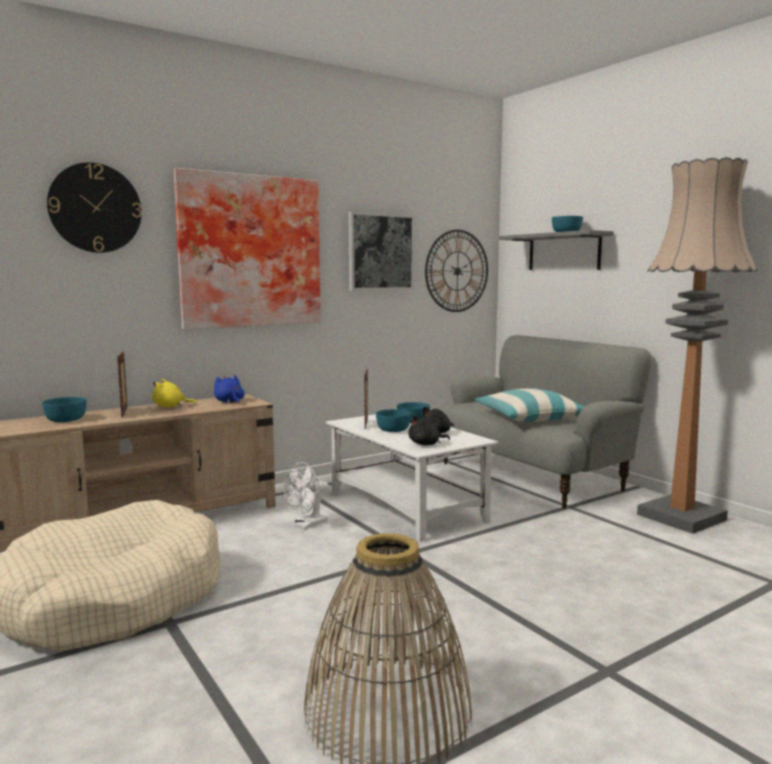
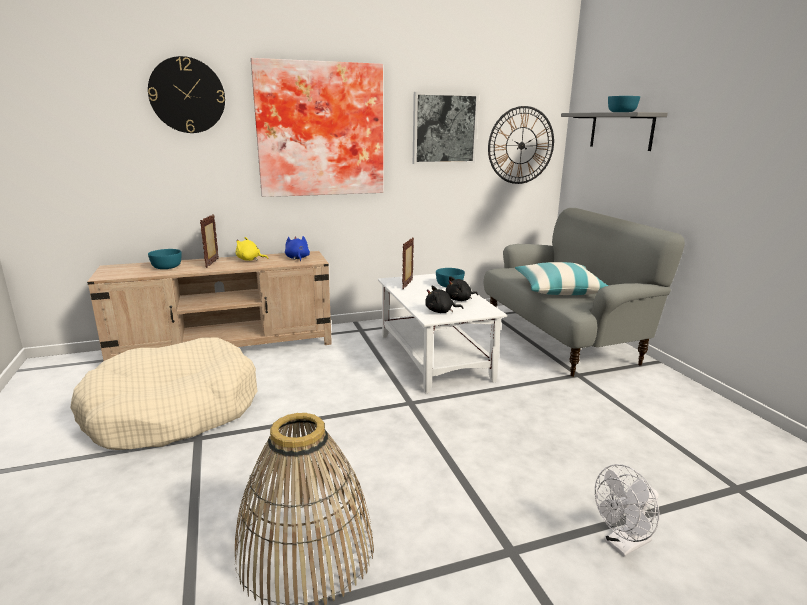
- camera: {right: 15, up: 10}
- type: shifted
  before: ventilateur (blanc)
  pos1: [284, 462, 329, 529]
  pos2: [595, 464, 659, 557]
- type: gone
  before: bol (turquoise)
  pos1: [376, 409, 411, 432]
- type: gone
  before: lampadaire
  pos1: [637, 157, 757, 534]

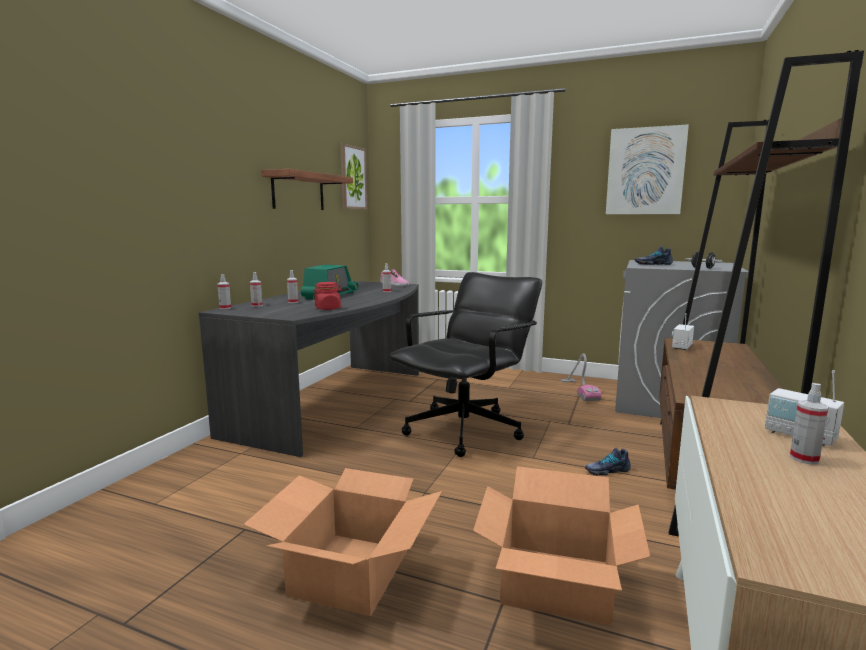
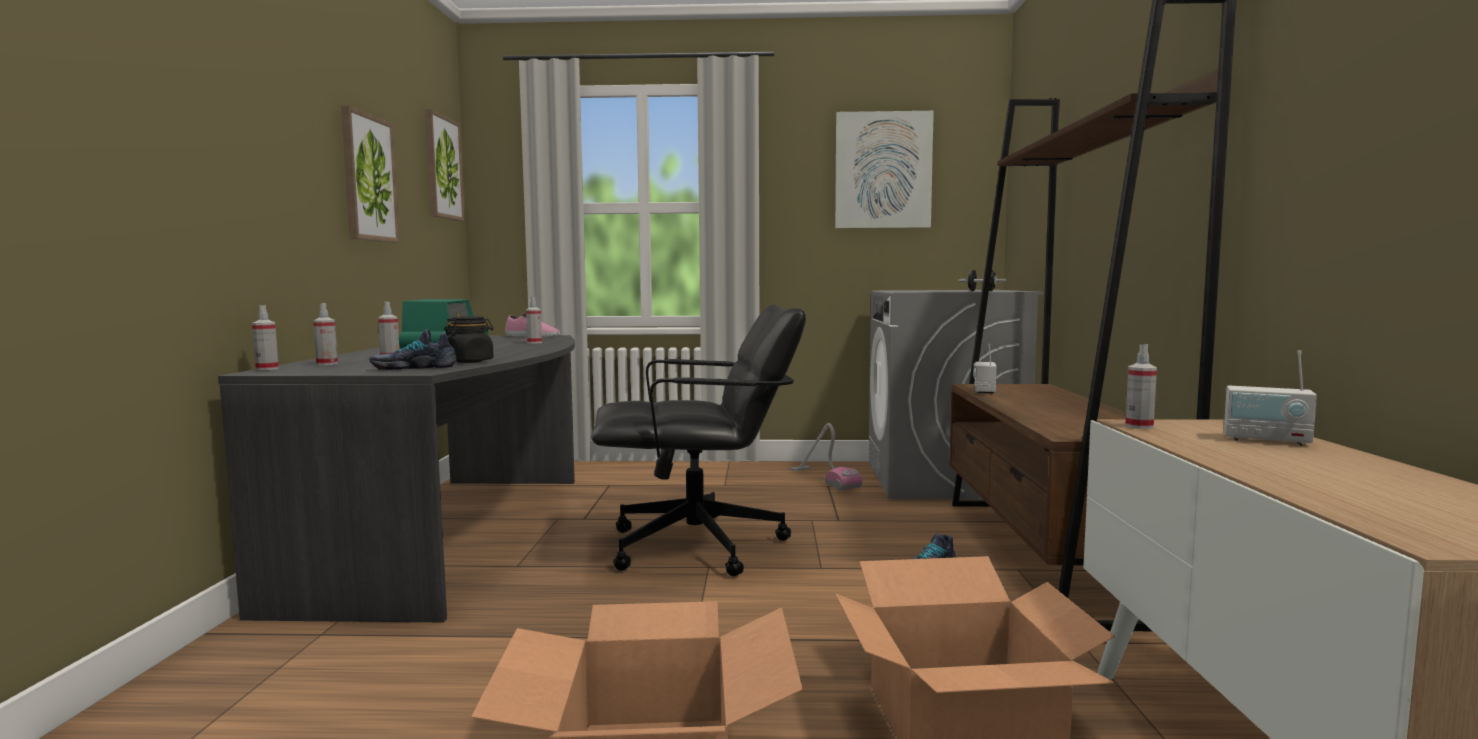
- camera: {right: -20, up: -5}
- type: swapped
  before: étagère
  after: tableau
  pos1: [261, 169, 353, 210]
  pos2: [341, 105, 400, 243]
- type: shifted
  before: chaussure
  pos1: [635, 246, 673, 265]
  pos2: [370, 329, 457, 370]
- type: repainted
  before: bocal (rouge)
  after: bocal (noir)
  pos1: [313, 282, 342, 310]
  pos2: [444, 316, 494, 363]
- type: rotated
  before: chaise de bureau (noir)
  pos1: [389, 272, 542, 457]
  pos2: [591, 304, 806, 576]
  turn: 60
- type: shifted
  before: vaporisateur
  pos1: [790, 383, 829, 465]
  pos2: [1125, 344, 1157, 429]

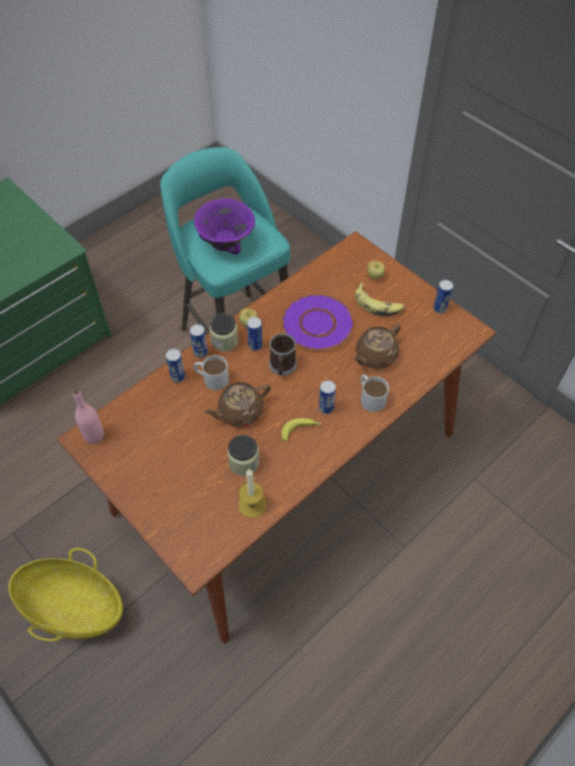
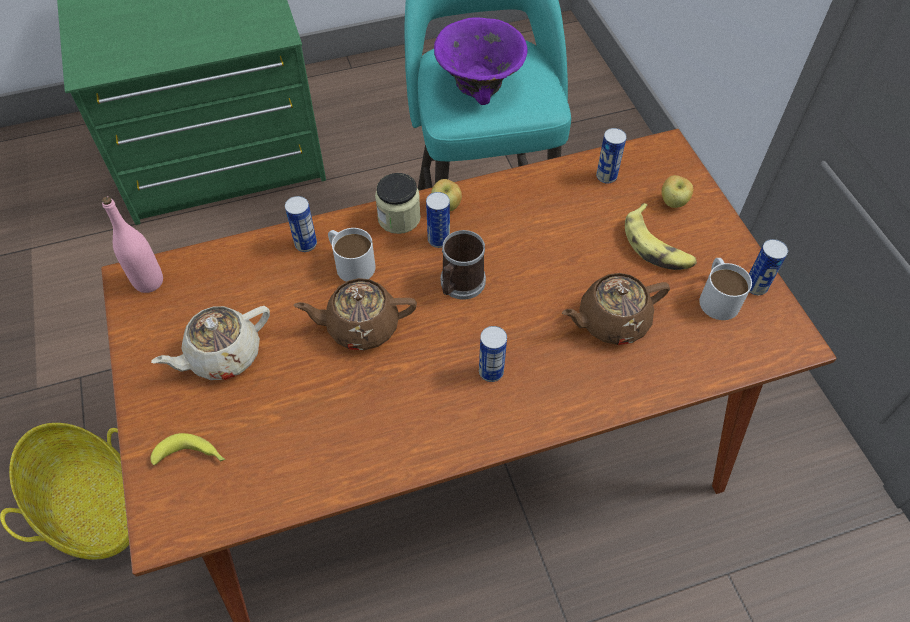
- camera: {right: 25, up: 0}
- type: shifted
  before: banane
  pos1: [281, 418, 322, 441]
  pos2: [150, 433, 225, 465]
- type: new
  after: théière (beige)
  pos2: [151, 306, 270, 380]
- type: shifted
  before: boîte métallique
  pos1: [190, 324, 208, 358]
  pos2: [596, 128, 627, 183]
- type: shifted
  before: mug (blanc)
  pos1: [360, 375, 389, 412]
  pos2: [699, 258, 752, 320]
- type: gone
  before: bocal
  pos1: [227, 435, 260, 476]
- type: gone
  before: bougie
  pos1: [238, 469, 266, 518]
- type: gone
  before: assiette (violet)
  pos1: [282, 294, 354, 351]

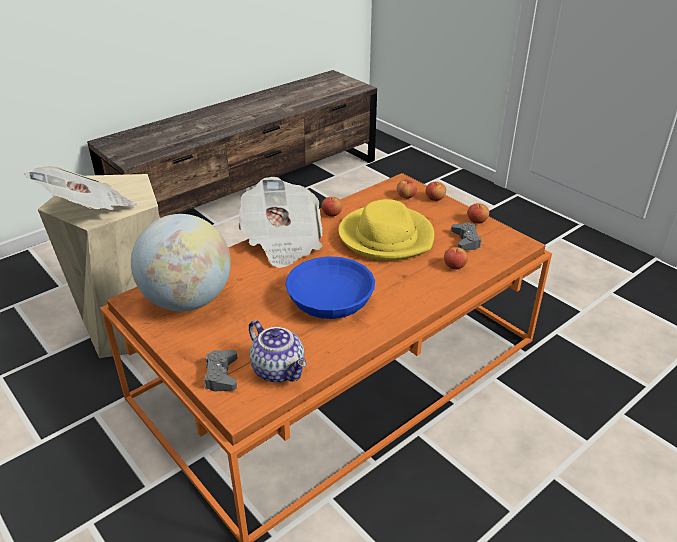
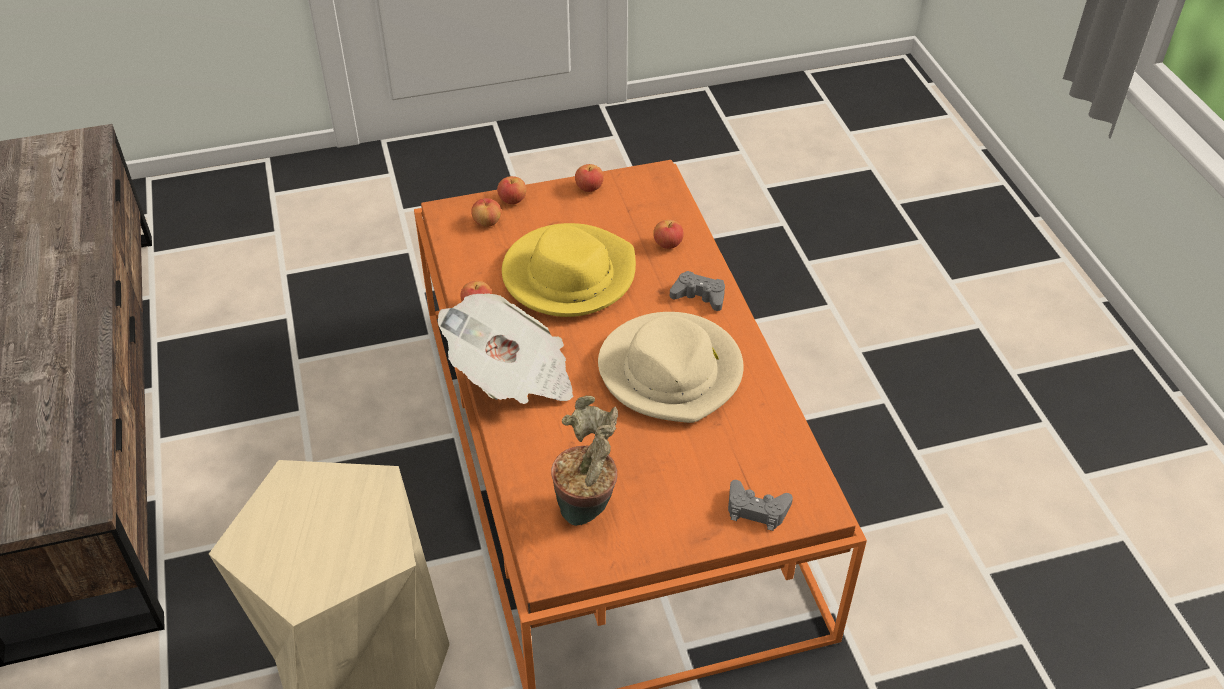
- camera: {right: -65, up: 10}
- type: swapped
  before: globe
  after: plante en pot
  pos1: [131, 214, 231, 311]
  pos2: [551, 396, 618, 526]
- type: swapped
  before: bol (bleu)
  after: chapeau (beige)
  pos1: [285, 256, 375, 319]
  pos2: [598, 312, 744, 423]
- type: shifted
  before: manette (gris)
  pos1: [451, 222, 482, 250]
  pos2: [670, 271, 725, 311]
- type: gone
  before: journal
  pos1: [24, 166, 137, 210]
- type: gone
  before: théière
  pos1: [249, 320, 307, 383]

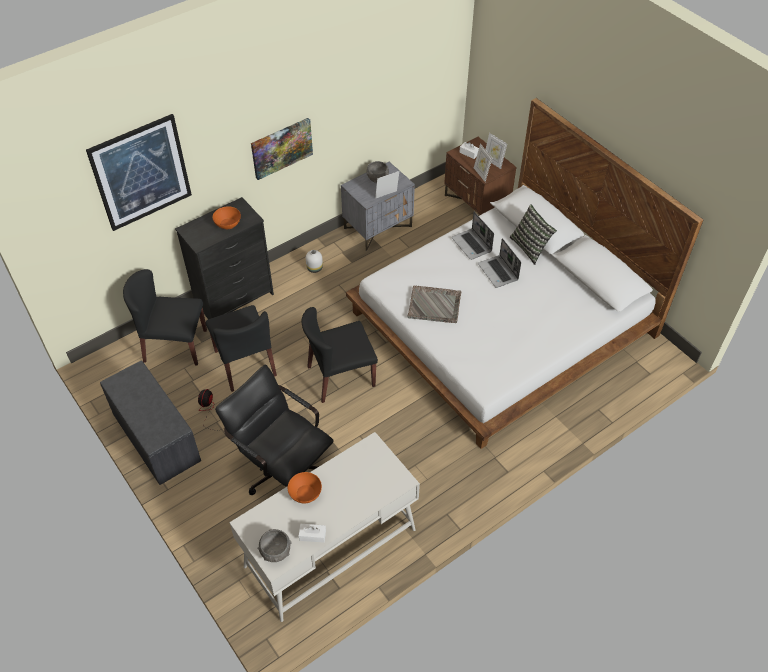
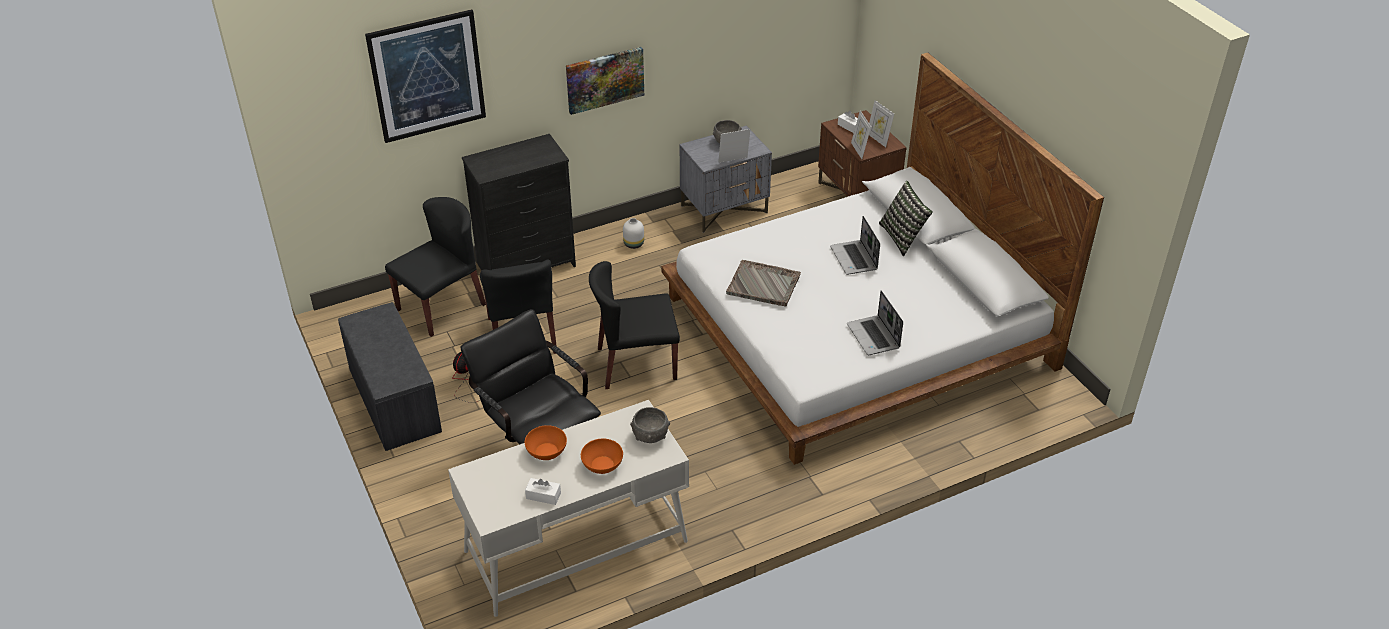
- camera: {right: 10, up: -10}
- type: rotated
  before: chaise (noir)
  pos1: [123, 269, 207, 366]
  pos2: [385, 197, 486, 337]
  turn: 120
- type: shifted
  before: bol (orange)
  pos1: [213, 206, 241, 229]
  pos2: [581, 439, 623, 474]
- type: shifted
  before: bol (gris)
  pos1: [258, 529, 292, 562]
  pos2: [630, 407, 670, 443]
- type: shifted
  before: ordinateur portable
  pos1: [452, 212, 494, 260]
  pos2: [847, 291, 903, 355]

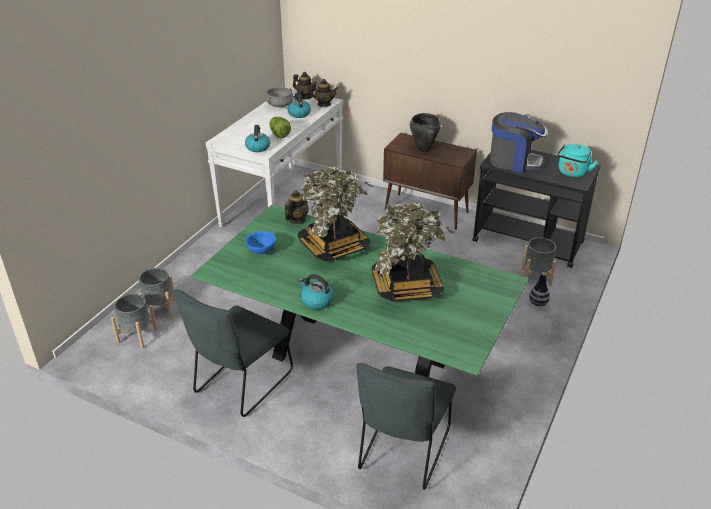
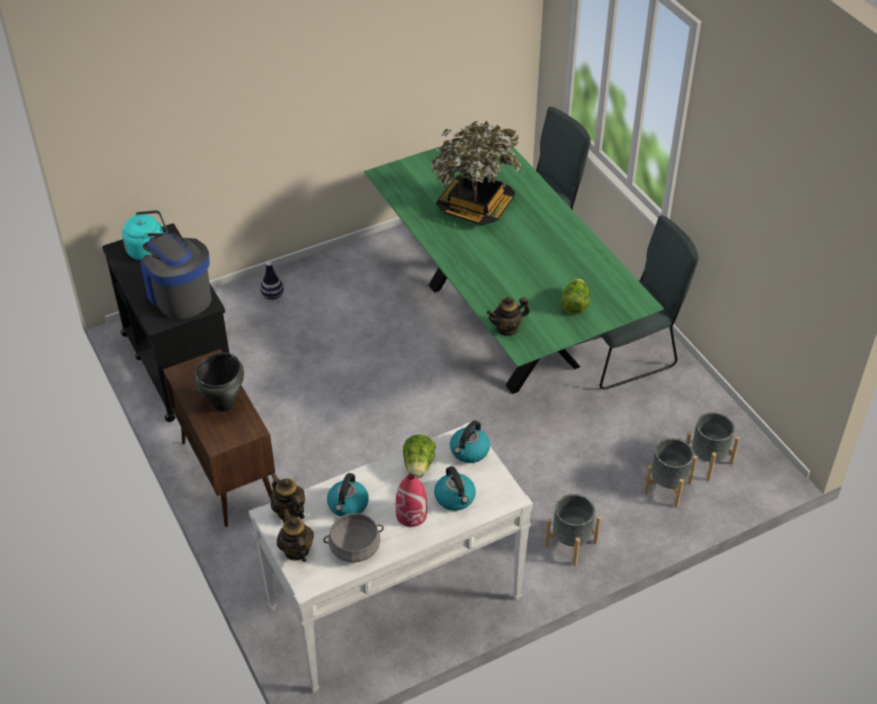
- camera: {right: -145, up: 10}
- type: new
  after: vase (rouge)
  pos2: [396, 474, 427, 527]
- type: shifted
  before: bouilloire
  pos1: [299, 274, 334, 309]
  pos2: [434, 466, 476, 511]
- type: shifted
  before: cache-pot (gris)
  pos1: [522, 237, 556, 286]
  pos2: [544, 494, 601, 566]
- type: swapped
  before: bol (bleu)
  after: laitue
  pos1: [245, 231, 276, 254]
  pos2: [561, 279, 590, 314]
- type: gone
  before: plante en pot
  pos1: [297, 166, 373, 262]

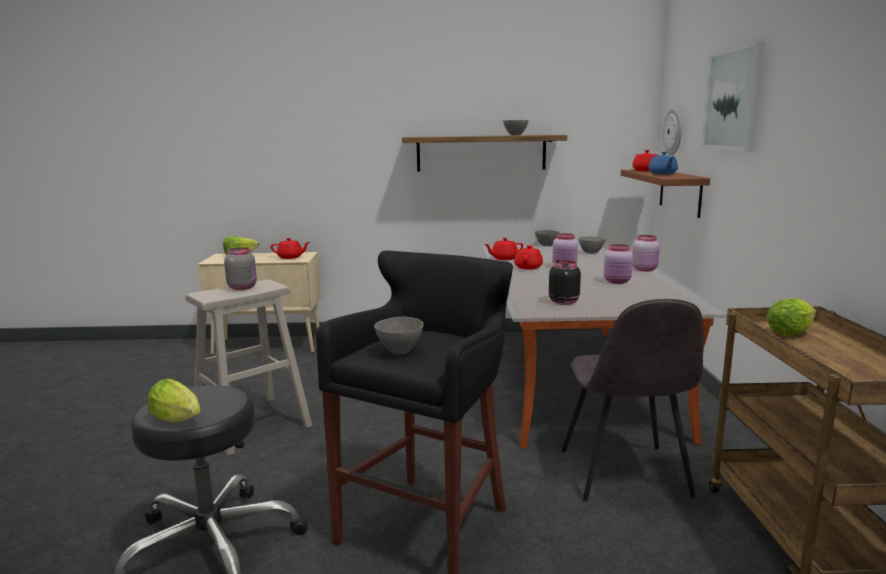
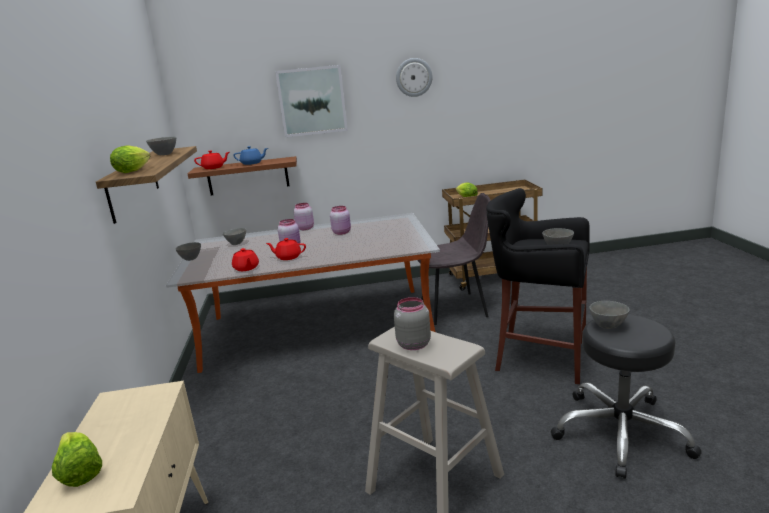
- camera: {right: -95, up: 5}
- type: shifted
  before: laitue
  pos1: [147, 379, 201, 422]
  pos2: [110, 145, 150, 173]
- type: shifted
  before: horloge murale
  pos1: [663, 108, 682, 155]
  pos2: [396, 58, 433, 97]
- type: new
  after: bol (gris)
  pos2: [589, 301, 629, 329]
- type: gone
  before: théière (rouge)
  pos1: [271, 238, 310, 259]
- type: gone
  before: bocal (noir)
  pos1: [549, 260, 581, 305]

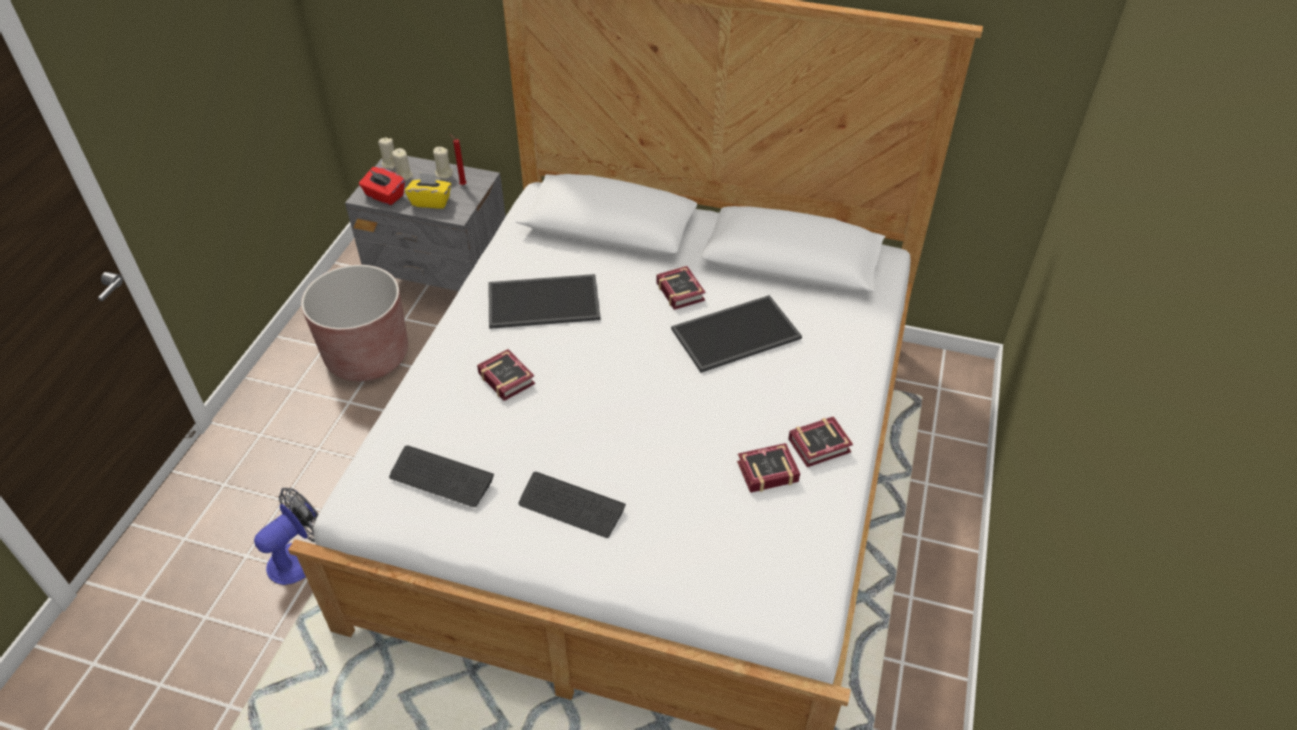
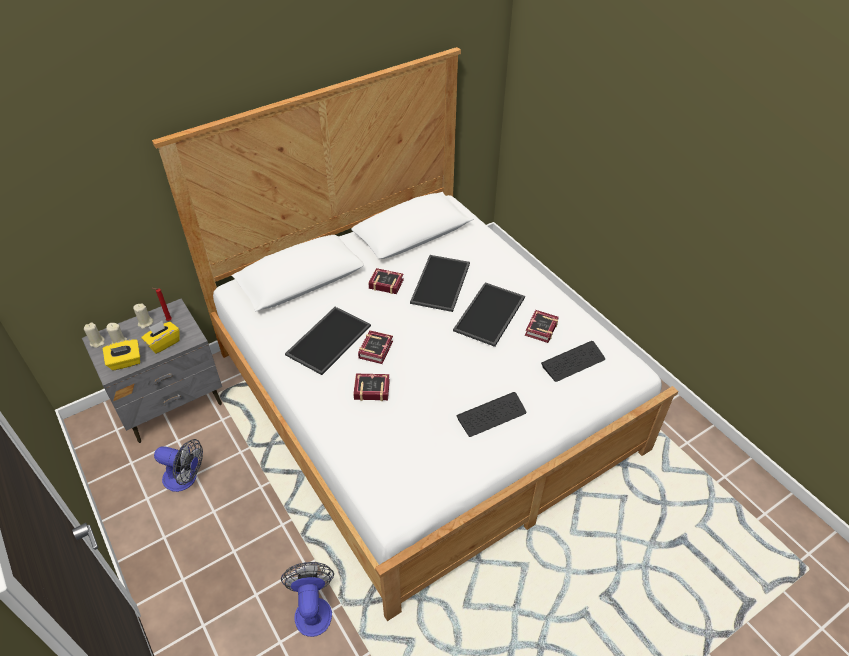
- camera: {right: -50, up: 0}
- type: repainted
  before: boîte à mouchoirs (rouge)
  after: boîte à mouchoirs (jaune)
  pos1: [359, 167, 405, 205]
  pos2: [102, 340, 140, 370]
- type: swapped
  before: cache-pot (marron)
  after: ventilateur
  pos1: [301, 265, 408, 381]
  pos2: [154, 439, 203, 492]
- type: shifted
  before: livre
  pos1: [788, 416, 853, 467]
  pos2: [358, 330, 393, 364]
- type: new
  after: plateau
  pos2: [453, 282, 525, 347]
- type: shifted
  before: clavier
  pos1: [389, 445, 494, 507]
  pos2: [541, 341, 605, 382]

